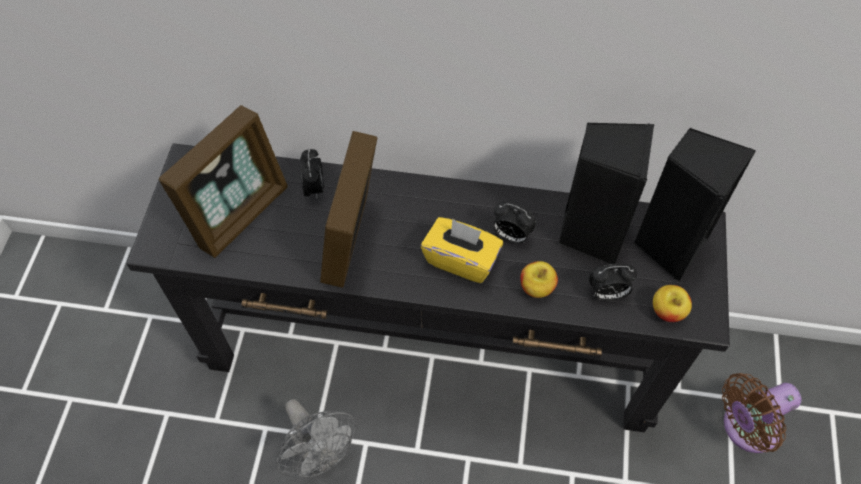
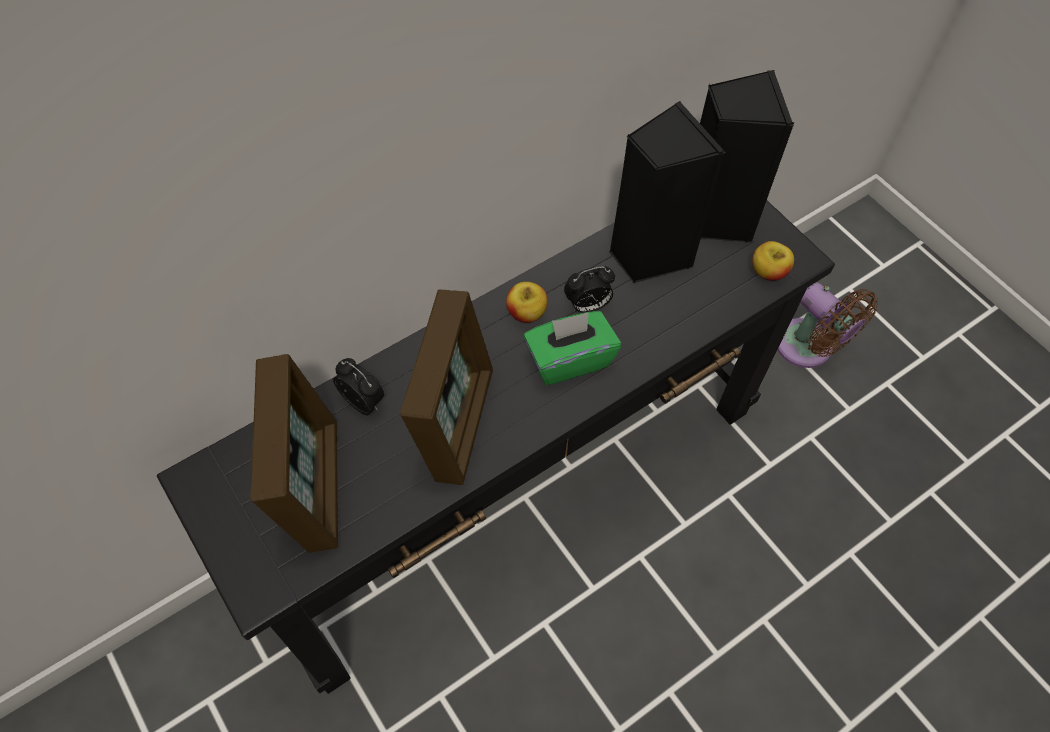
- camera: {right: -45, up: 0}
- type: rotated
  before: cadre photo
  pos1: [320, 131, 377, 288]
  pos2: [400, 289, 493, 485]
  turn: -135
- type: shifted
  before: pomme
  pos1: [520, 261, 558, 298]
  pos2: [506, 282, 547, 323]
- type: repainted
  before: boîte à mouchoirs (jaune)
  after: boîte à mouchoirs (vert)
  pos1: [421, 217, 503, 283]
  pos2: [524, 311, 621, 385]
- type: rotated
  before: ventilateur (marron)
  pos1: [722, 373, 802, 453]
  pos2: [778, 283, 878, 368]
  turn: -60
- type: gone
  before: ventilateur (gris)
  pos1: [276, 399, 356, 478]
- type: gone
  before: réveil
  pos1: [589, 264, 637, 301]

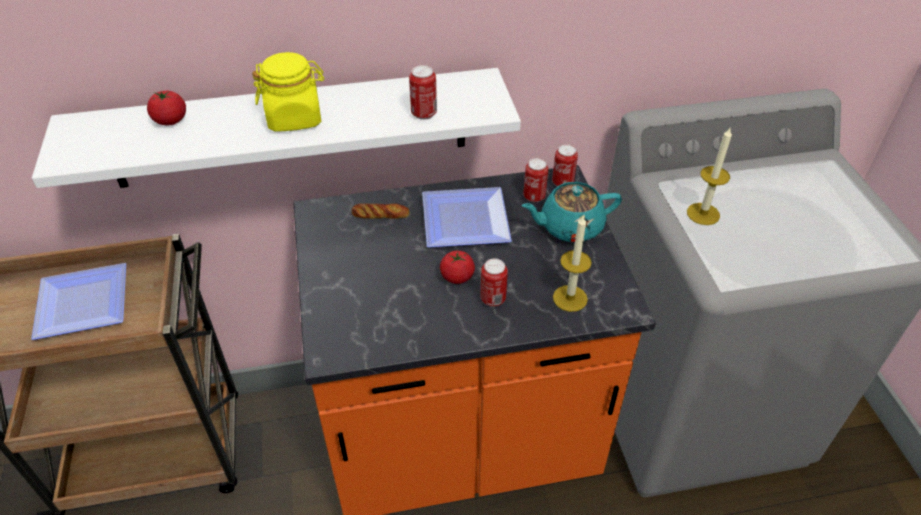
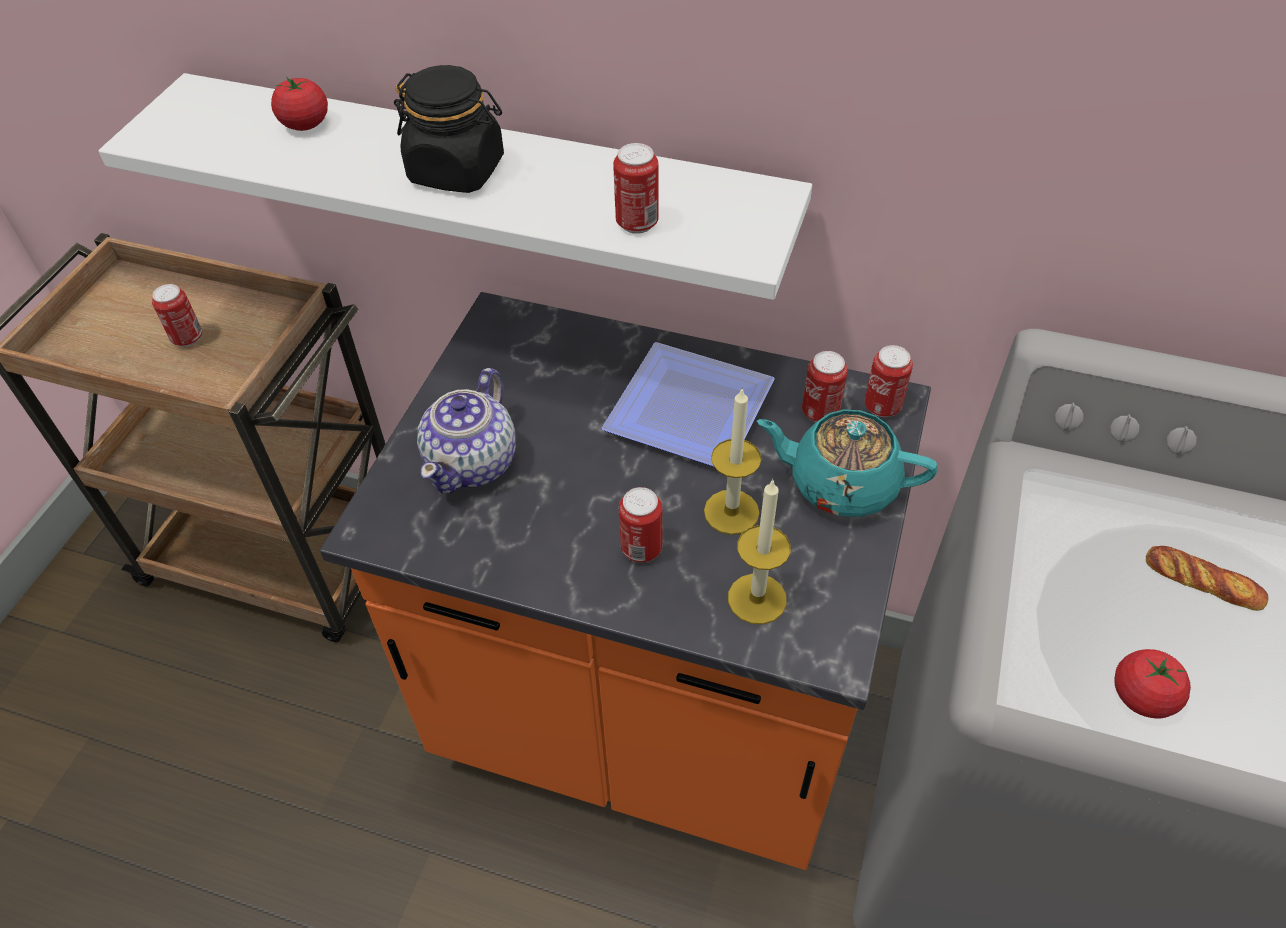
- camera: {right: 30, up: 5}
- type: swapped
  before: assiette
  after: boîte métallique
  pos1: [31, 263, 126, 340]
  pos2: [152, 284, 202, 347]
- type: repainted
  before: bocal (jaune)
  after: bocal (noir)
  pos1: [252, 52, 324, 132]
  pos2: [394, 65, 504, 193]
- type: new
  after: théière
  pos2: [417, 368, 516, 493]
- type: shifted
  before: bougie
  pos1: [687, 128, 732, 225]
  pos2: [704, 387, 761, 535]
- type: shifted
  before: tomate
  pos1: [440, 251, 475, 284]
  pos2: [1114, 649, 1191, 719]
- type: shifted
  before: pain
  pos1: [351, 203, 410, 219]
  pos2: [1146, 546, 1268, 611]

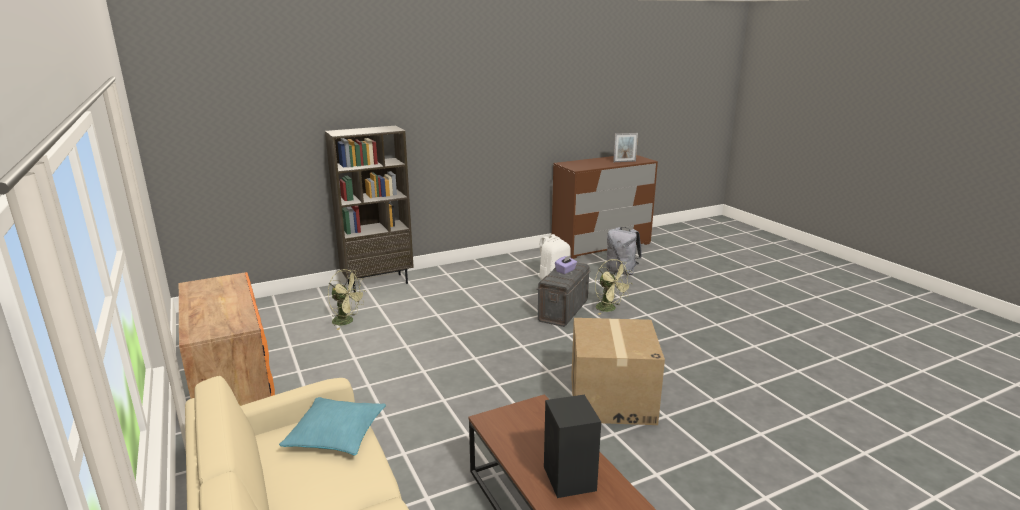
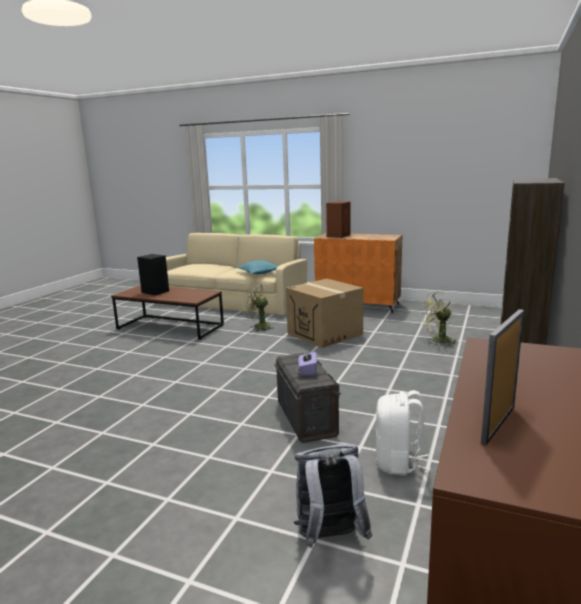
- camera: {right: 140, up: -5}
- type: shifted
  before: ventilateur (vert)
  pos1: [595, 259, 633, 315]
  pos2: [243, 282, 273, 331]
- type: shifted
  before: carton
  pos1: [571, 318, 665, 425]
  pos2: [286, 279, 364, 348]
- type: new
  after: enceinte (marron)
  pos2: [326, 201, 351, 238]

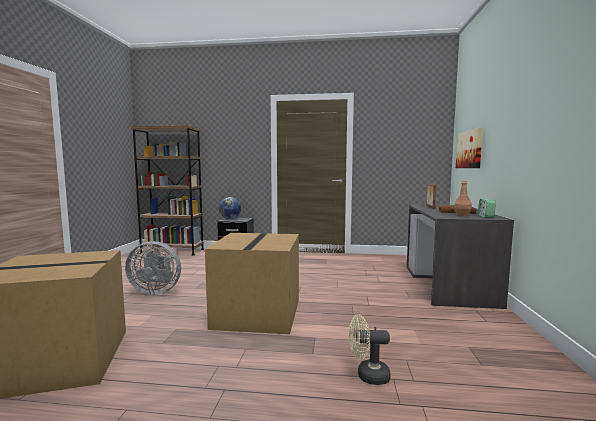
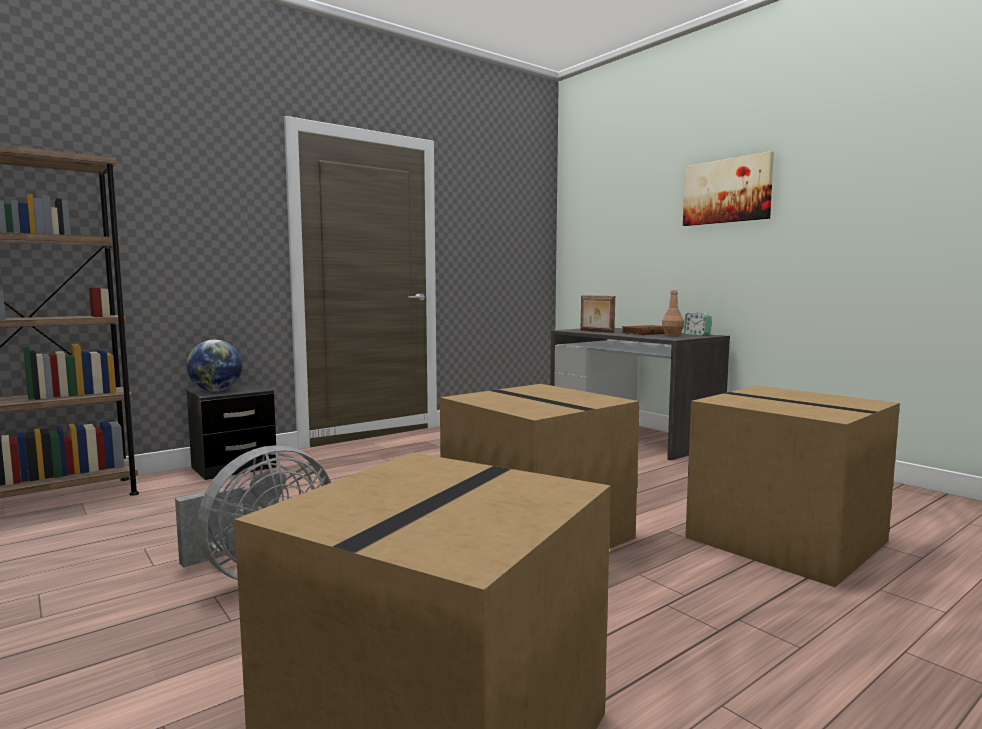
- camera: {right: -45, up: 0}
- type: shifted
  before: tableau
  pos1: [456, 128, 483, 168]
  pos2: [683, 151, 774, 226]
- type: swapped
  before: ventilateur (beige)
  after: carton
  pos1: [349, 314, 391, 385]
  pos2: [685, 386, 900, 587]

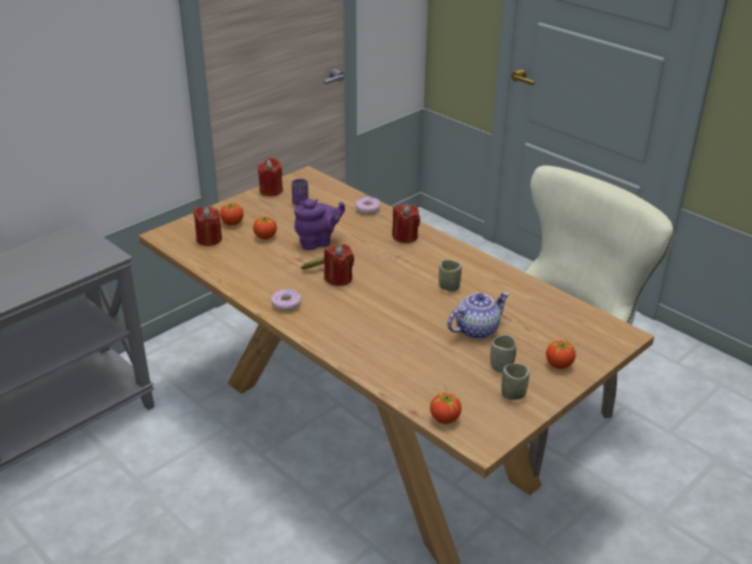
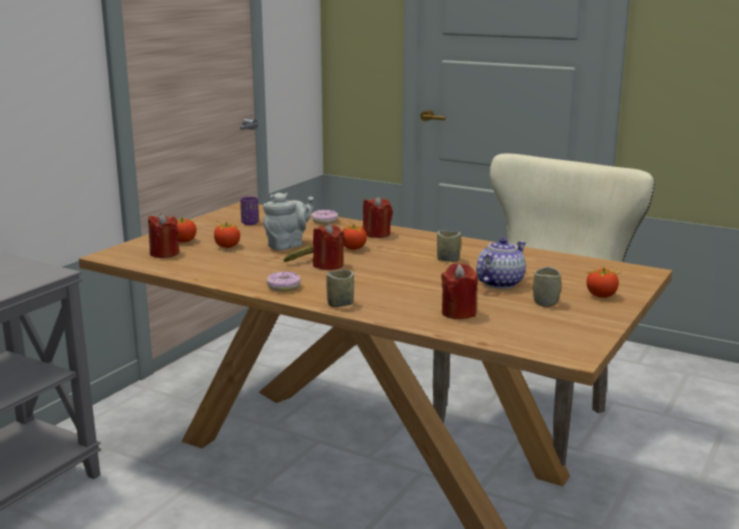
- camera: {right: -15, up: -15}
- type: repainted
  before: théière (violet)
  after: théière (gris)
  pos1: [294, 199, 345, 250]
  pos2: [263, 192, 314, 250]
- type: shifted
  before: tasse
  pos1: [501, 363, 530, 400]
  pos2: [326, 270, 354, 307]
- type: shifted
  before: tomate
  pos1: [430, 387, 461, 424]
  pos2: [341, 222, 367, 250]
- type: shifted
  before: bougie (rouge)
  pos1: [257, 158, 283, 196]
  pos2: [441, 263, 478, 319]

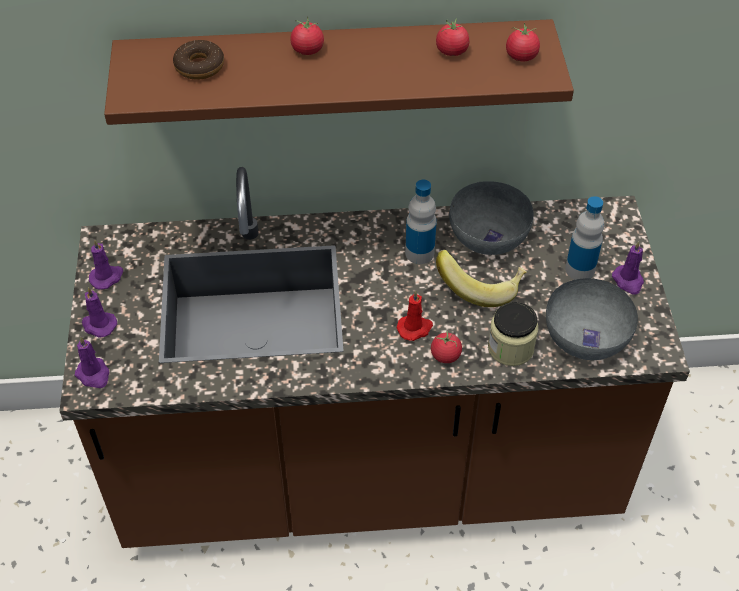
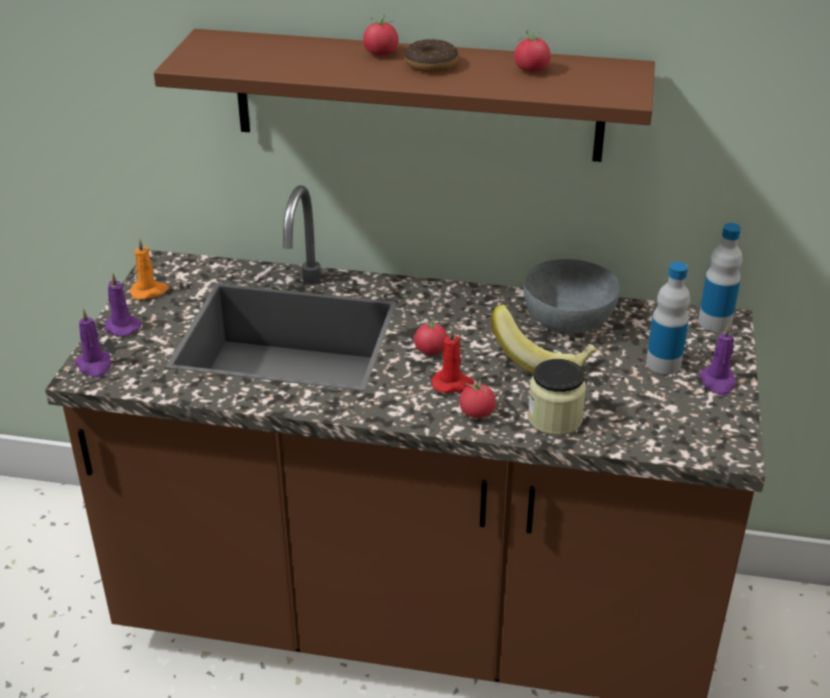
- camera: {right: 15, up: -15}
- type: repainted
  before: bougie (violet)
  after: bougie (orange)
  pos1: [89, 239, 123, 290]
  pos2: [130, 238, 169, 299]
- type: shifted
  before: beignet
  pos1: [173, 40, 224, 80]
  pos2: [404, 39, 458, 73]
- type: shifted
  before: tomate
  pos1: [506, 23, 540, 61]
  pos2: [414, 317, 448, 355]
- type: shifted
  before: bouteille
  pos1: [405, 180, 437, 264]
  pos2: [698, 223, 742, 332]
- type: gone
  before: bol (gris)
  pos1: [546, 278, 638, 360]

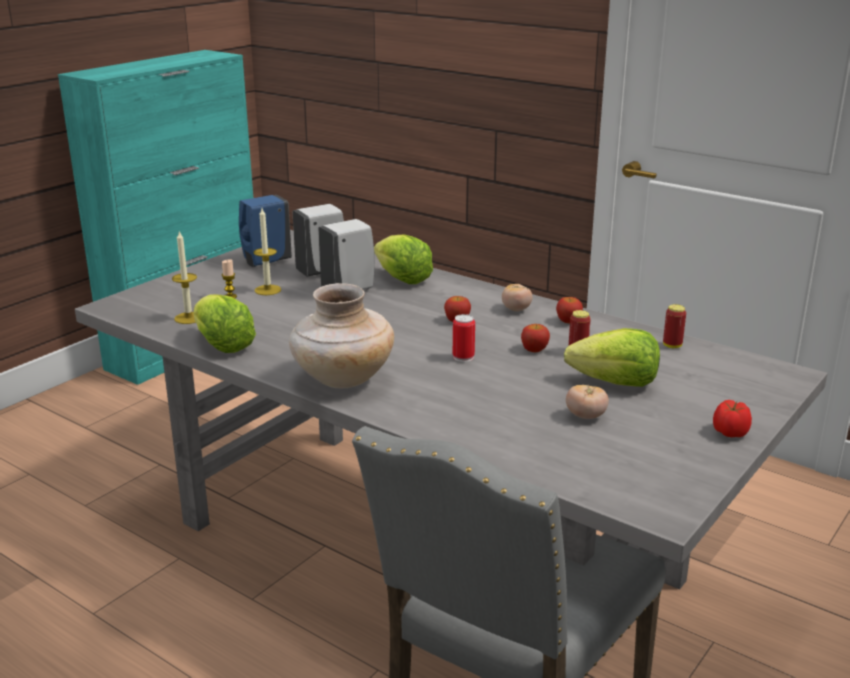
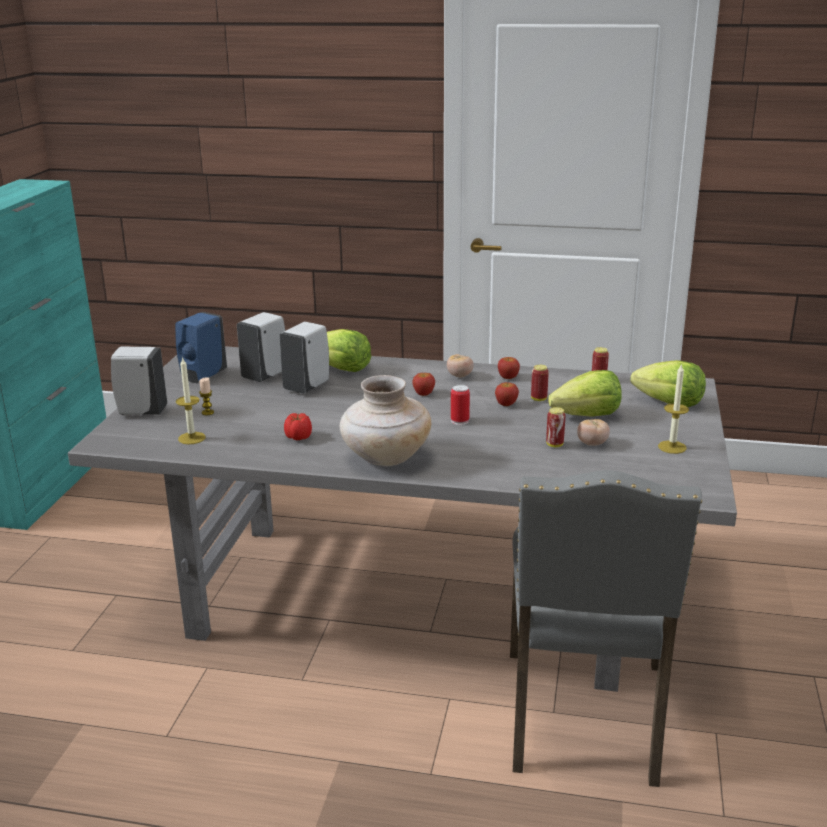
- camera: {right: -25, up: 0}
- type: new
  after: distributeur de savon (blanc)
  pos2: [111, 347, 167, 415]
- type: shifted
  before: tomate
  pos1: [713, 400, 752, 437]
  pos2: [284, 413, 312, 440]
- type: new
  after: boîte métallique
  pos2: [546, 407, 566, 447]
- type: shifted
  before: laitue
  pos1: [193, 294, 256, 353]
  pos2: [630, 360, 706, 407]
- type: shifted
  before: bougie
  pos1: [254, 208, 281, 295]
  pos2: [658, 363, 689, 454]

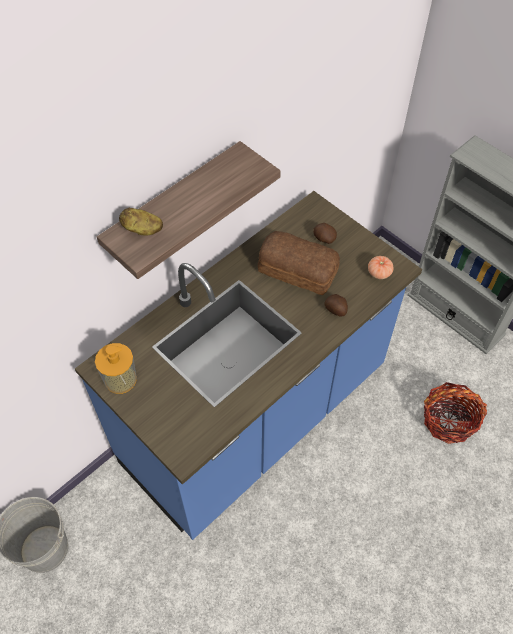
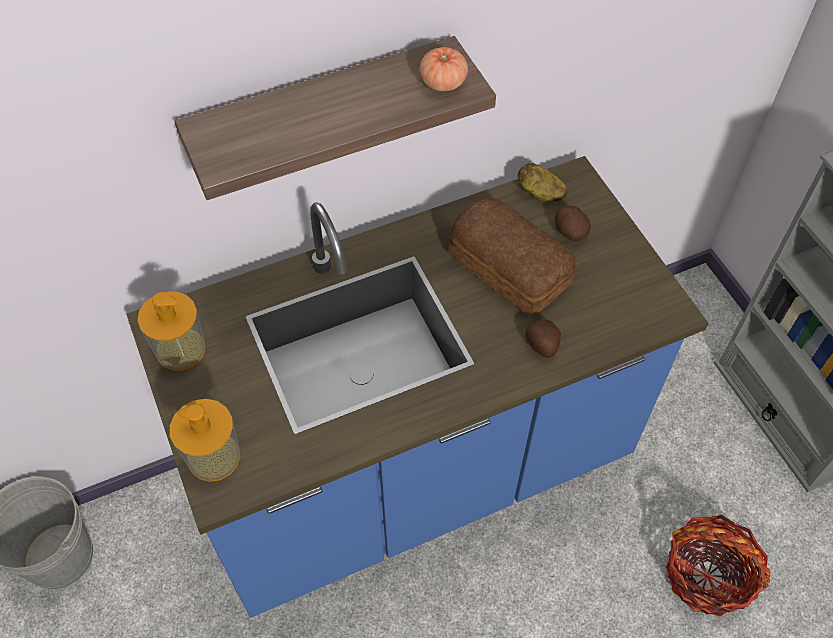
- camera: {right: 20, up: 0}
- type: new
  after: distributeur de savon
  pos2: [170, 399, 240, 482]
- type: shifted
  before: tomate
  pos1: [368, 256, 394, 279]
  pos2: [419, 47, 468, 91]
- type: shifted
  before: pomme de terre
  pos1: [119, 208, 163, 235]
  pos2: [518, 163, 567, 202]

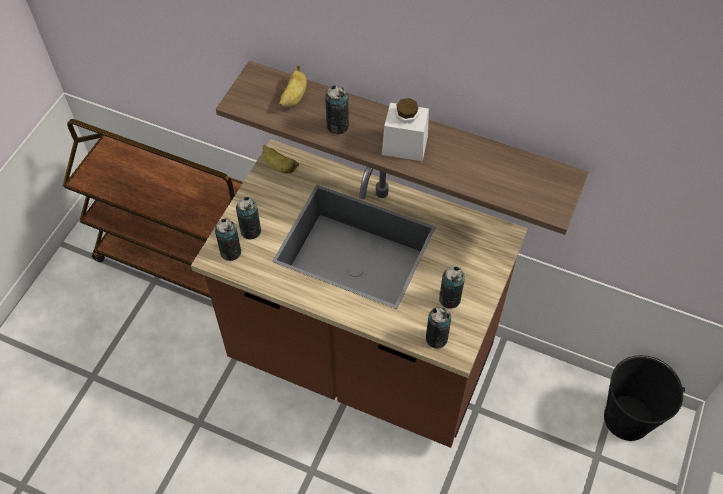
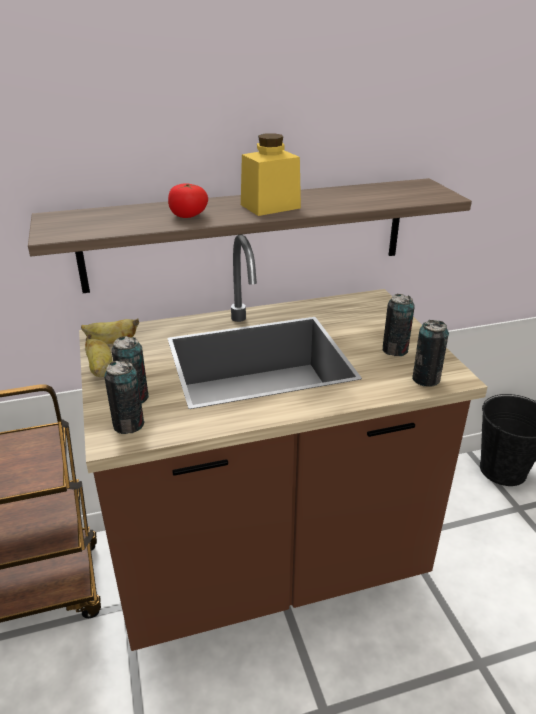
- camera: {right: -40, up: -25}
- type: shifted
  before: banane
  pos1: [279, 65, 307, 108]
  pos2: [85, 334, 113, 377]
- type: swapped
  before: boîte métallique
  after: tomate
  pos1: [325, 85, 349, 135]
  pos2: [168, 183, 208, 218]
- type: repainted
  before: bocal (blanc)
  after: bocal (jaune)
  pos1: [382, 98, 429, 161]
  pos2: [241, 133, 301, 216]

